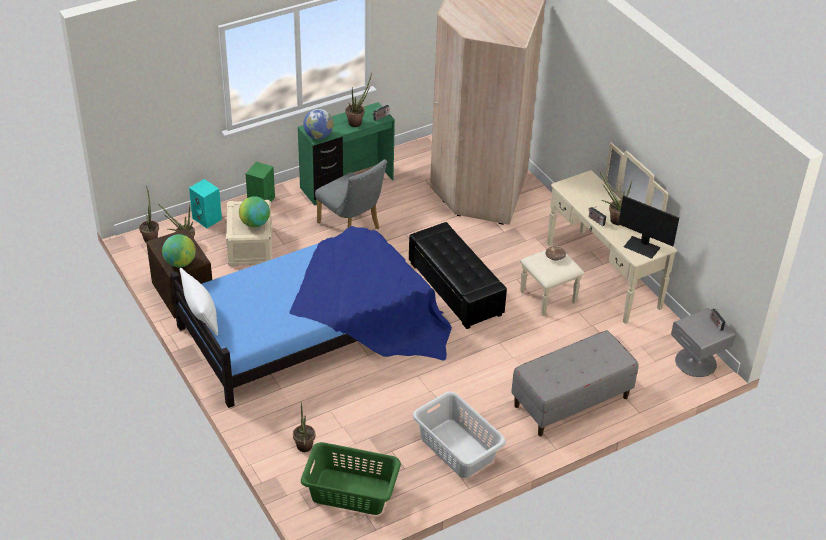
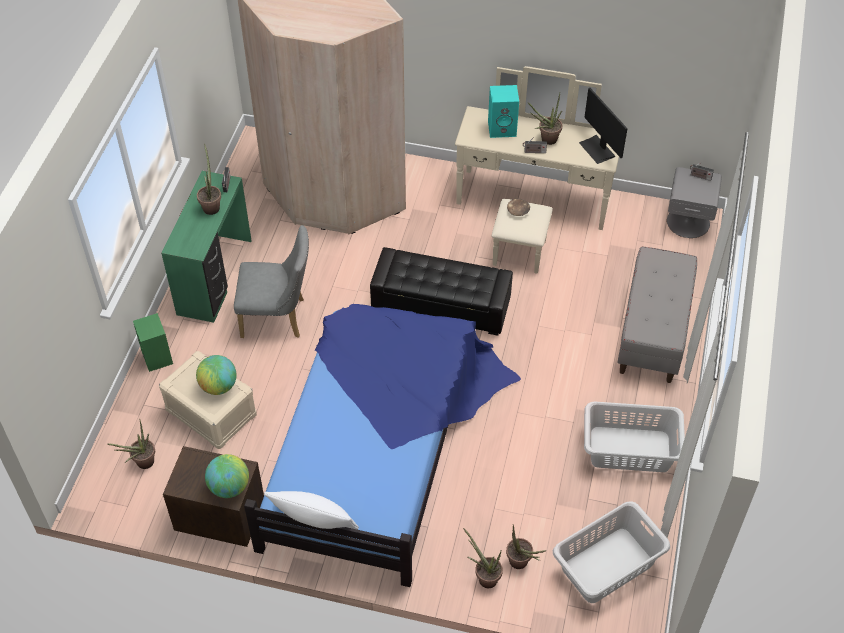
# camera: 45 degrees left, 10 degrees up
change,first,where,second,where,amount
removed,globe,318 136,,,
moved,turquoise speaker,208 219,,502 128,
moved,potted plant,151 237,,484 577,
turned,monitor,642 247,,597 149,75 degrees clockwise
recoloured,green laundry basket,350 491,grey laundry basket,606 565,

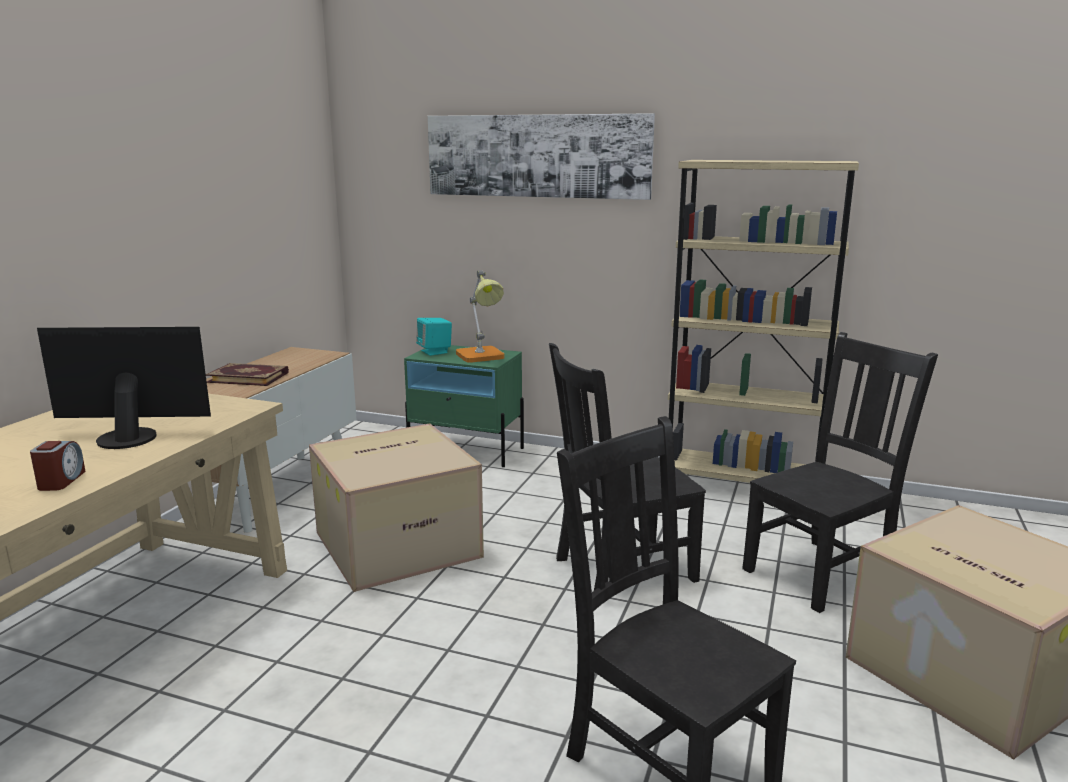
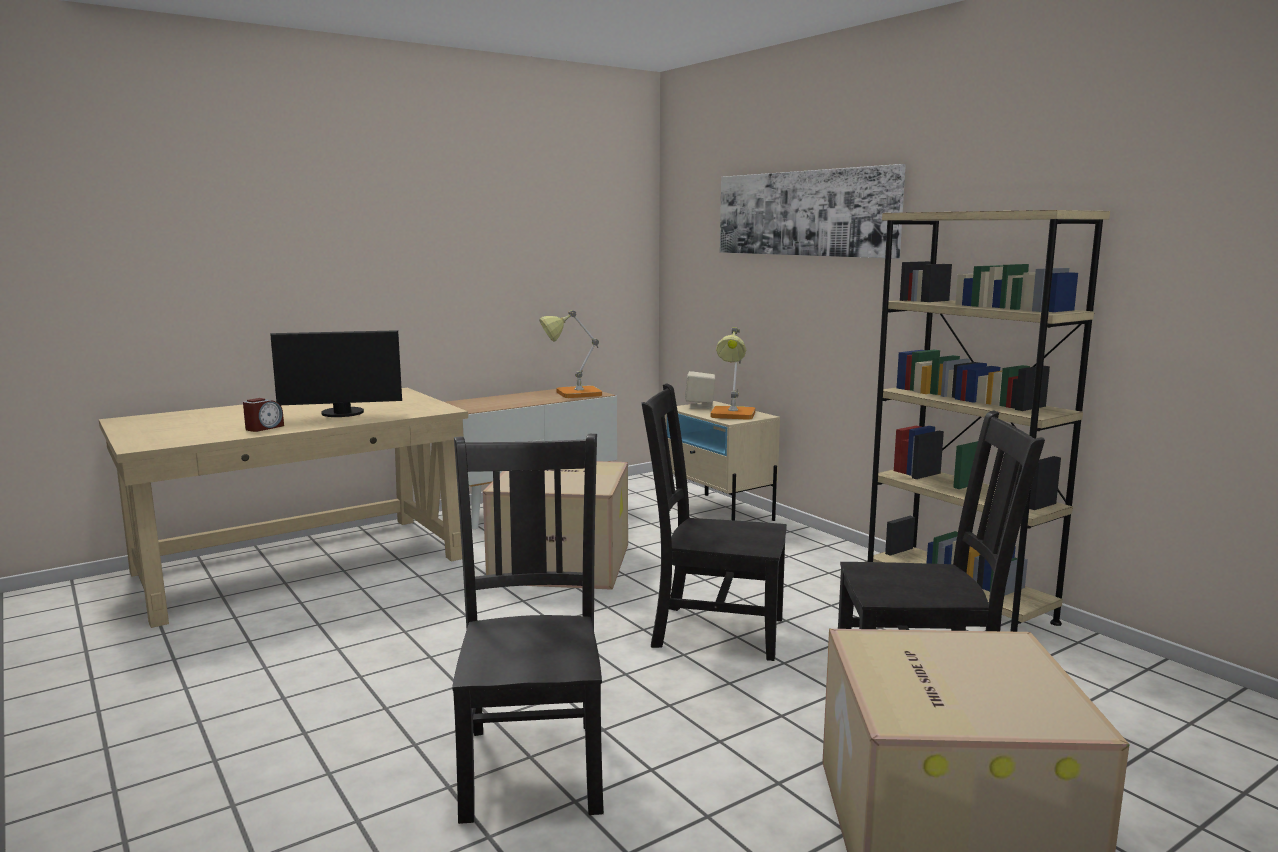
# camera: 35 degrees right, 5 degrees down
change,first,where,second,where,amount
recoloured,turquoise speaker,434 351,beige speaker,700 406,
turned,monitor,129 436,,342 414,135 degrees clockwise
recoloured,green nightstand,466 450,beige nightstand,719 511,
removed,book,249 377,,,
added,,,table lamp,572 394,

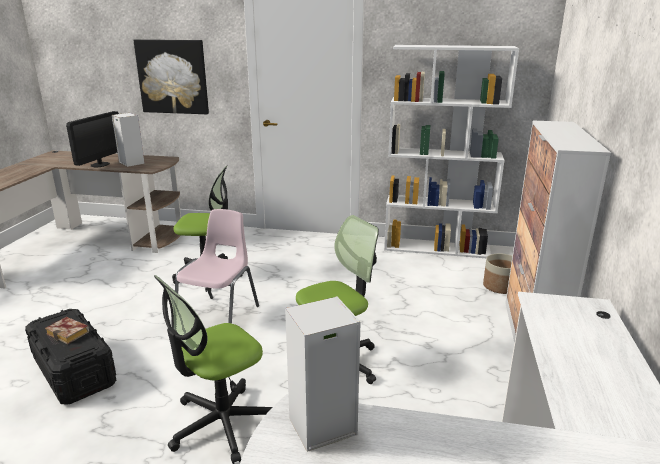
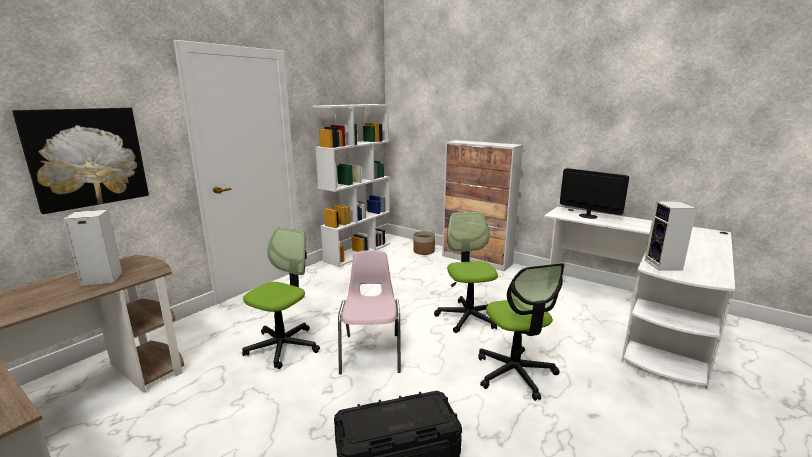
# camera: 65 degrees left, 5 degrees down
change,first,where,second,where,amount
moved,monitor,100 164,,588 216,
turned,pink chair,220 318,,371 352,45 degrees clockwise
removed,book,70 333,,,

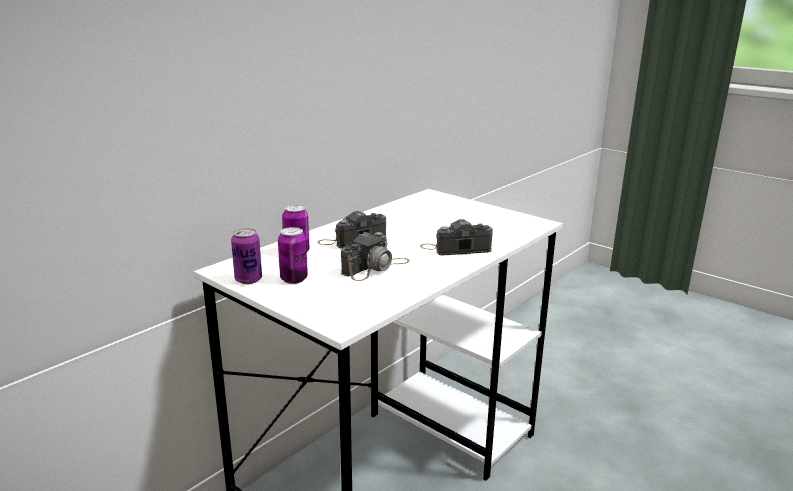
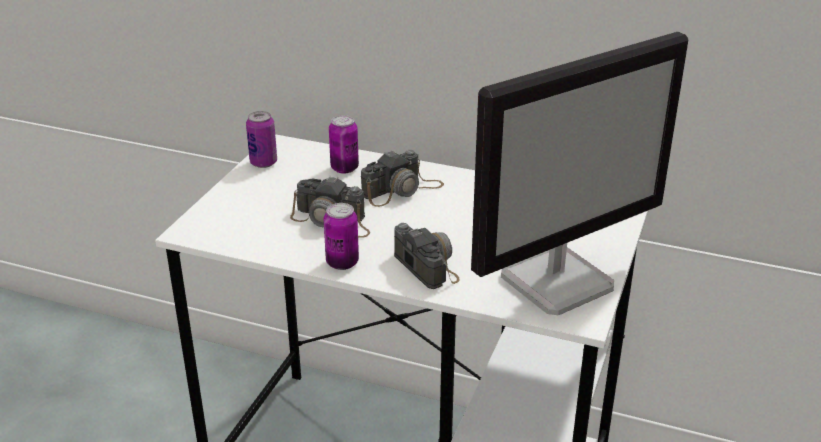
# camera: 70 degrees right, 10 degrees up
change,first,where,second,where,amount
turned,photo camera,352 240,,402 190,105 degrees clockwise
moved,can,294 279,,342 263,
added,,,monitor,558 281,

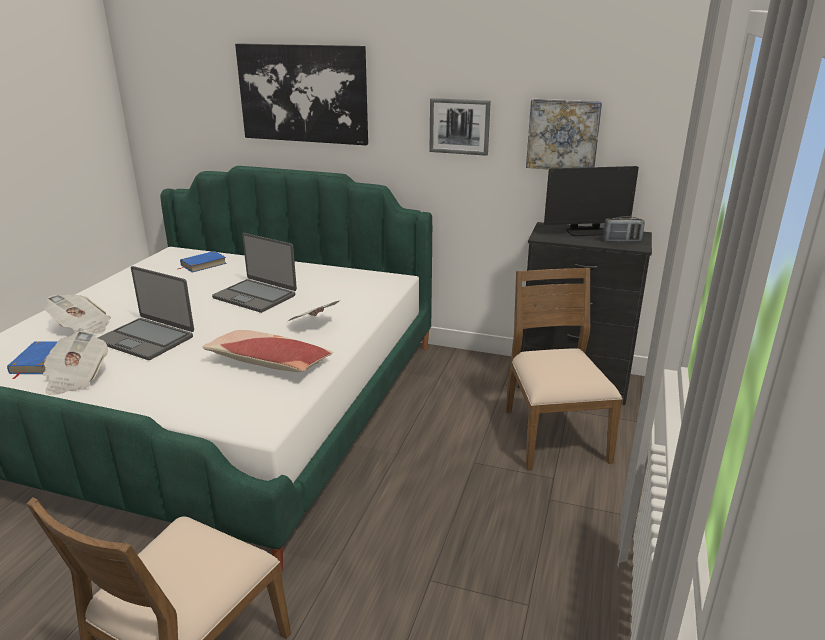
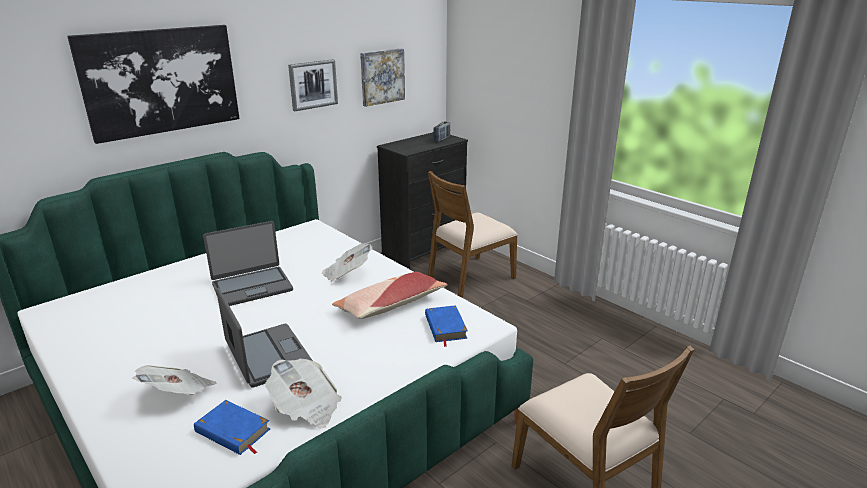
# camera: 60 degrees left, 0 degrees up
change,first,where,second,where,amount
removed,monitor,585 232,,,
moved,blue book,203 264,,445 327,
turned,laptop,146 339,,268 356,90 degrees counterclockwise
turned,brown chair,553 434,,470 277,60 degrees counterclockwise

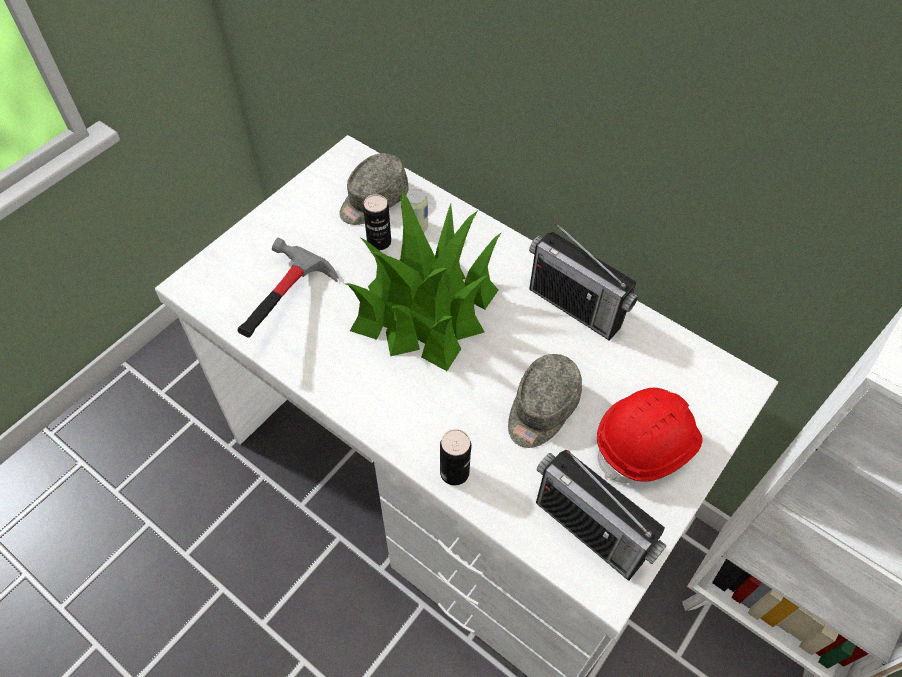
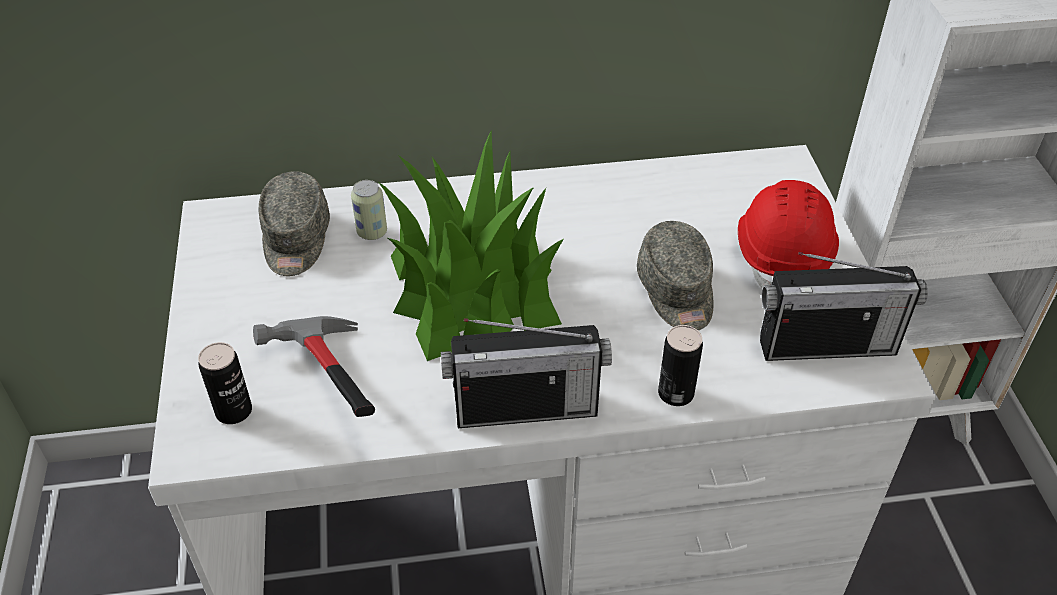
# camera: 45 degrees left, 10 degrees down
change,first,where,second,where,amount
moved,can,379 242,,234 411,
moved,radio,575 307,,526 408,

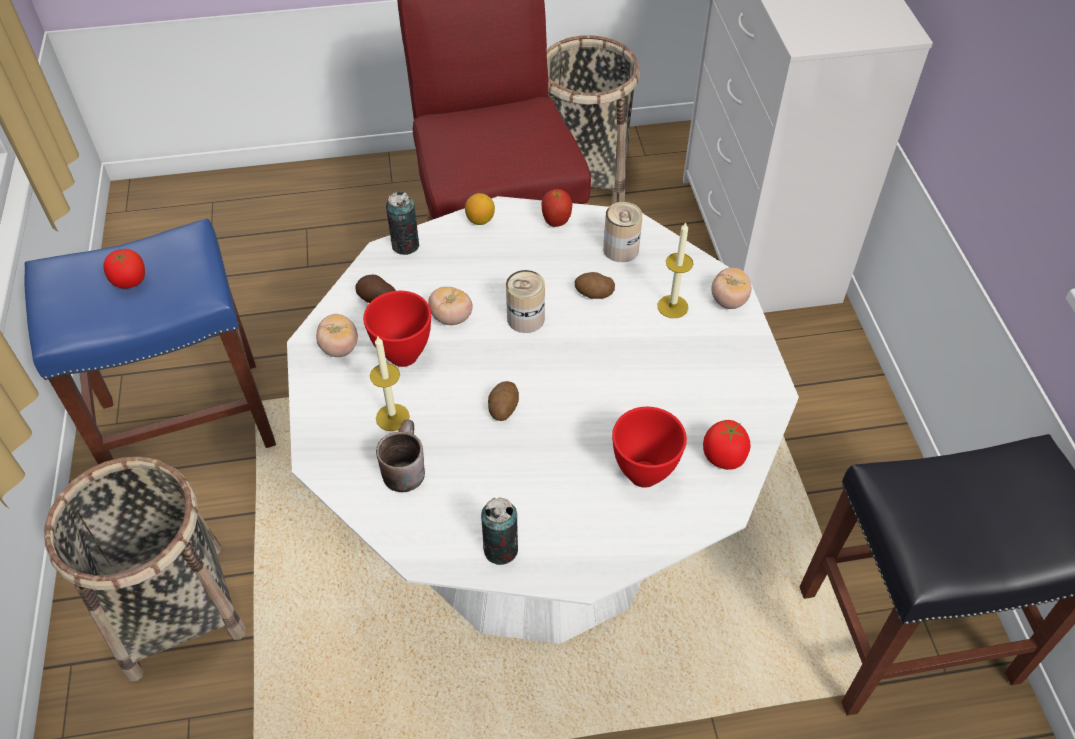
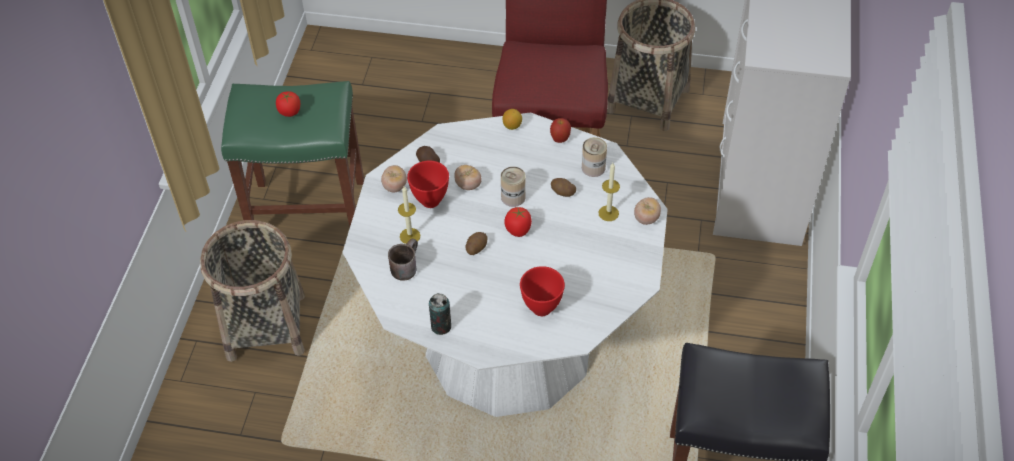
# camera: 20 degrees right, 0 degrees up
change,first,where,second,where,amount
removed,can,405 245,,,
recoloured,blue stool,190 421,green stool,310 210,
moved,tomato,724 457,,518 230,

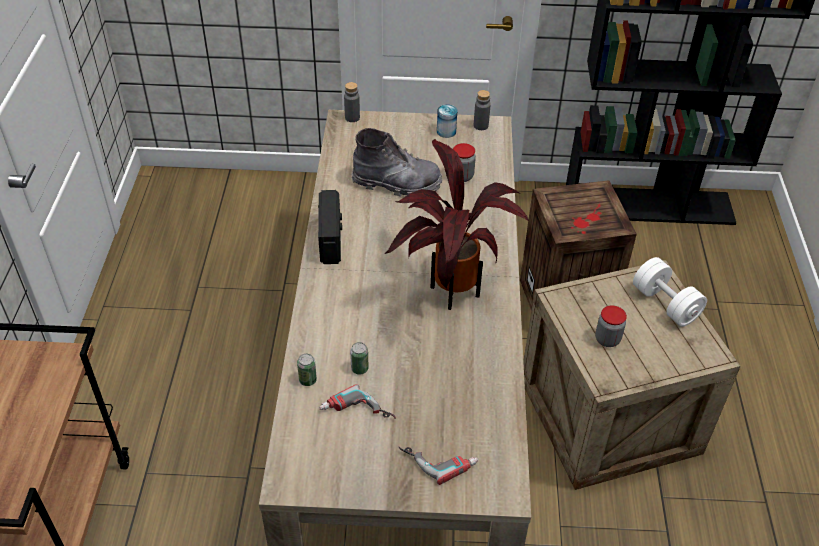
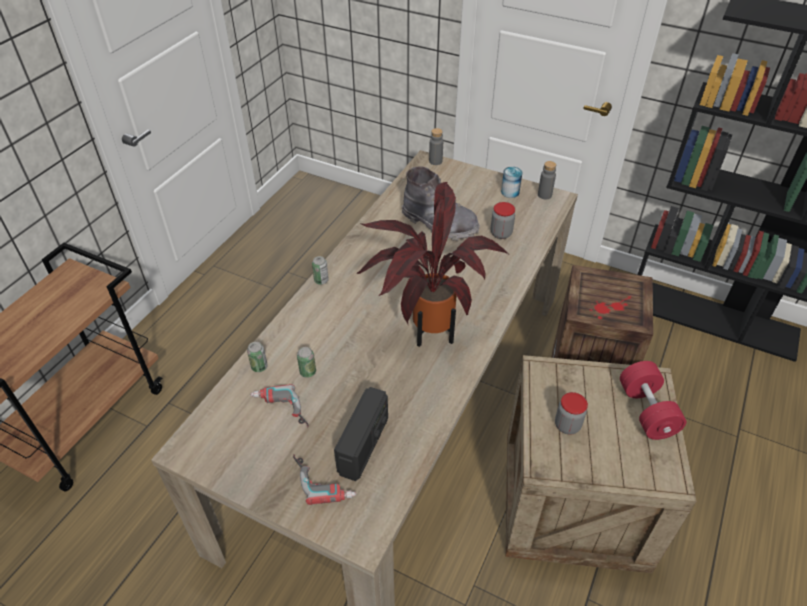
# camera: 25 degrees right, 0 degrees up
change,first,where,second,where,amount
moved,radio,331 240,,364 445,
recoloured,white dumbbell,665 304,red dumbbell,646 411,
added,,,can,321 280,

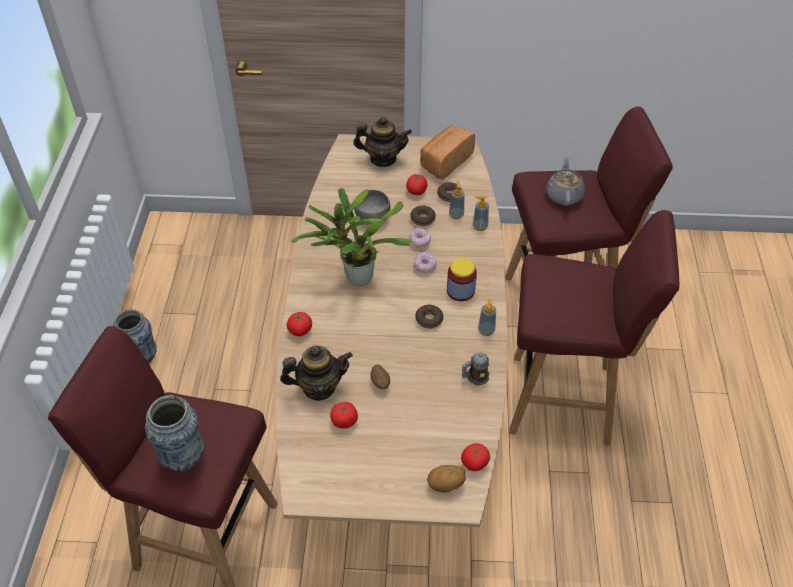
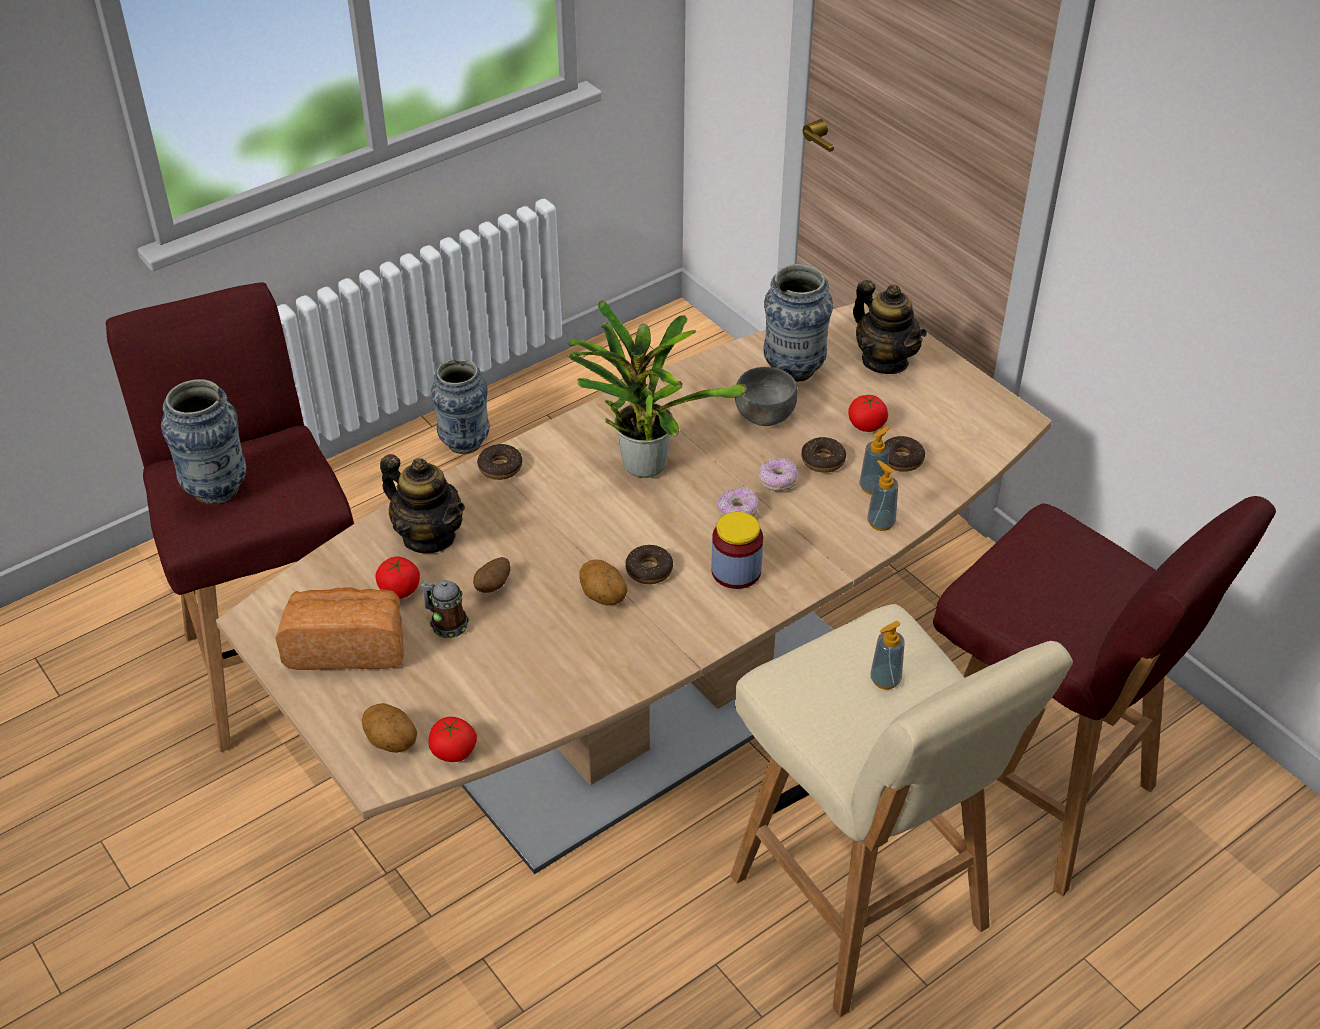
# camera: 50 degrees right, 5 degrees down
change,first,where,second,where,amount
moved,bread,445 161,,347 646,
removed,grey teapot,564 195,,,
recoloured,red stool,564 400,beige stool,861 907,
moved,soap dispenser,486 330,,885 680,
replaced,tomato,300 330,donut,500 467,
moved,mug,475 377,,446 623,
added,,,vase,793 370,
added,,,potato,602 597,

